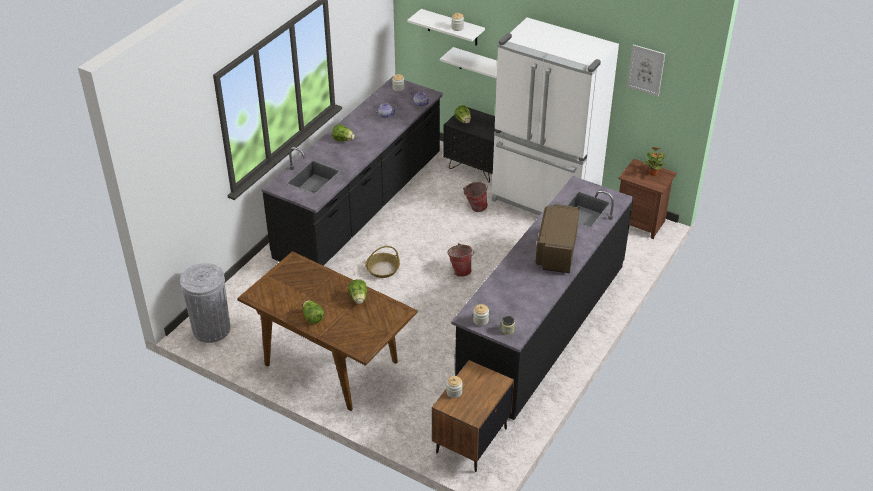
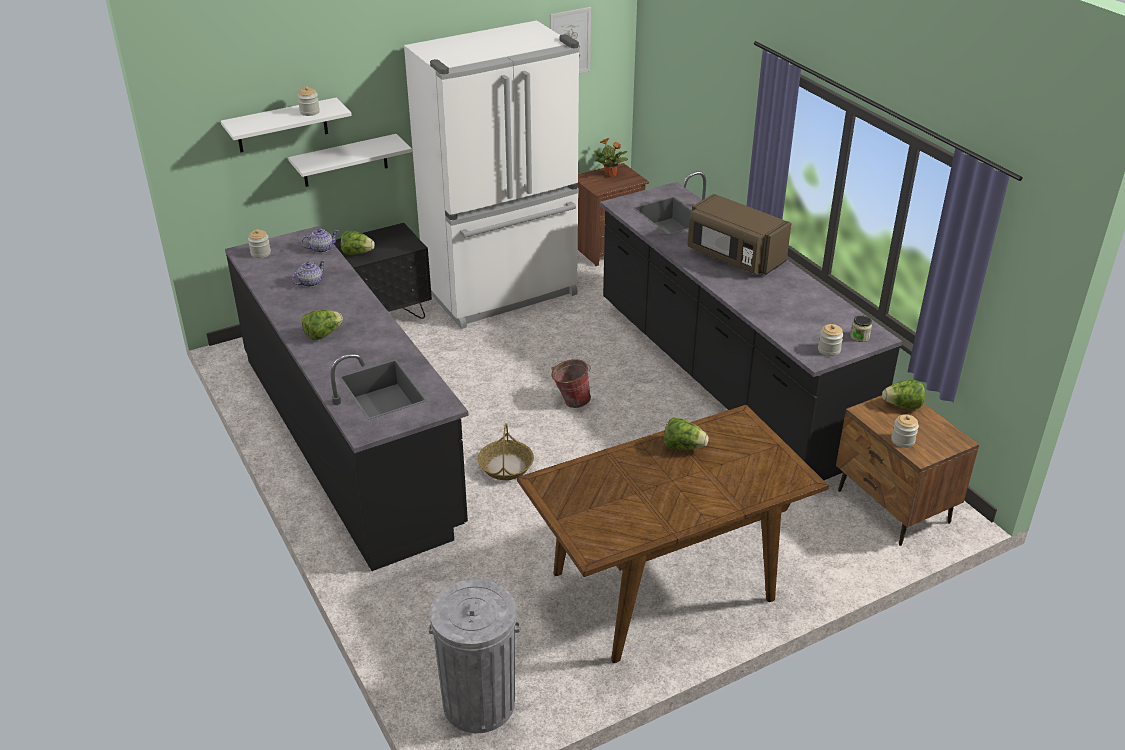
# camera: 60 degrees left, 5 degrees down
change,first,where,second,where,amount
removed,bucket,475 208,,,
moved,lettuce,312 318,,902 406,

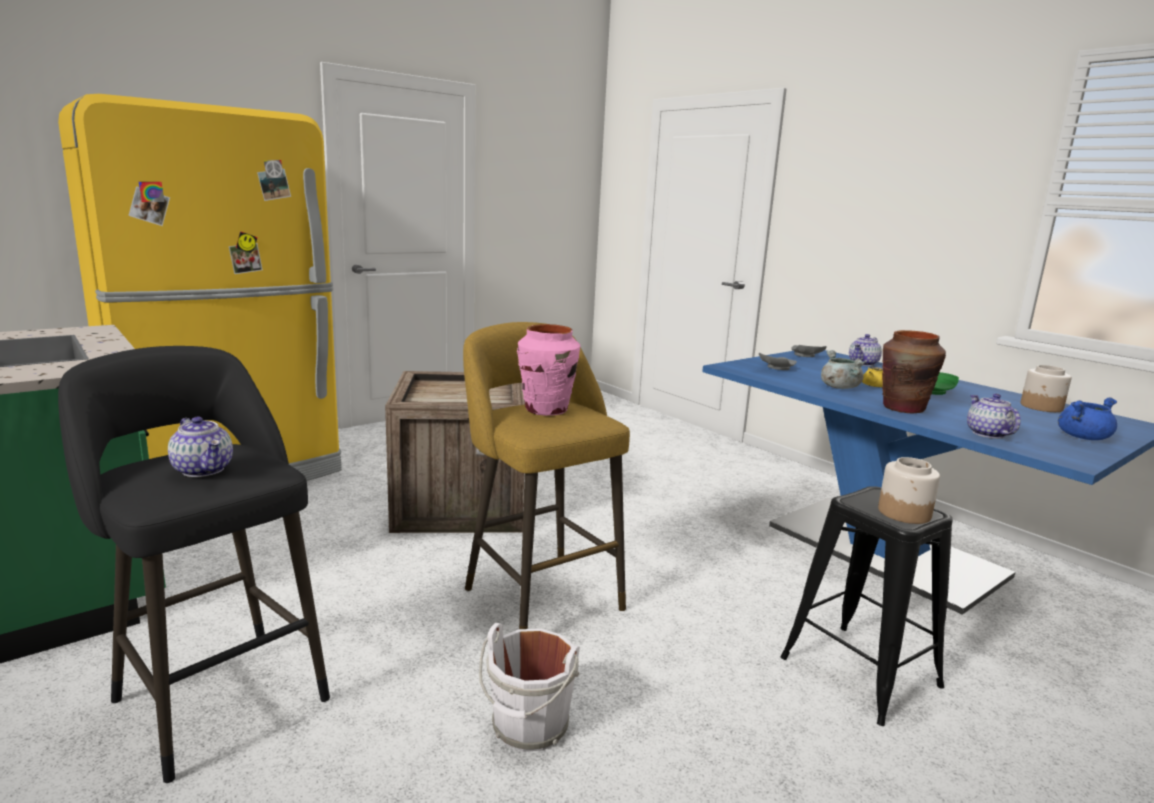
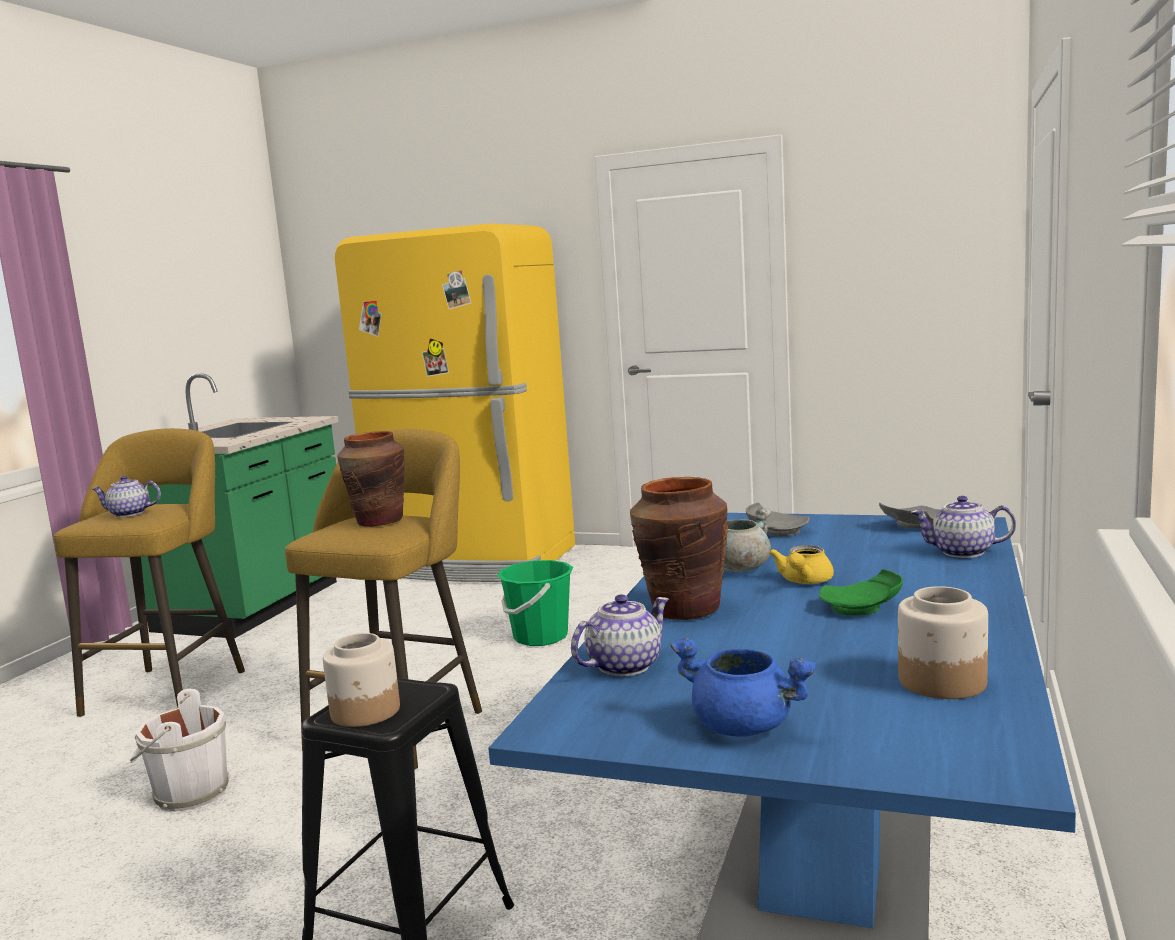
# camera: 60 degrees right, 5 degrees down
change,first,where,second,where,amount
recoloured,pink vase,546 410,brown vase,379 521,
recoloured,black stool,216 693,yellow stool,170 689,
replaced,crate,462 503,green bucket,540 637,
turned,teapot,204 470,,129 514,75 degrees clockwise

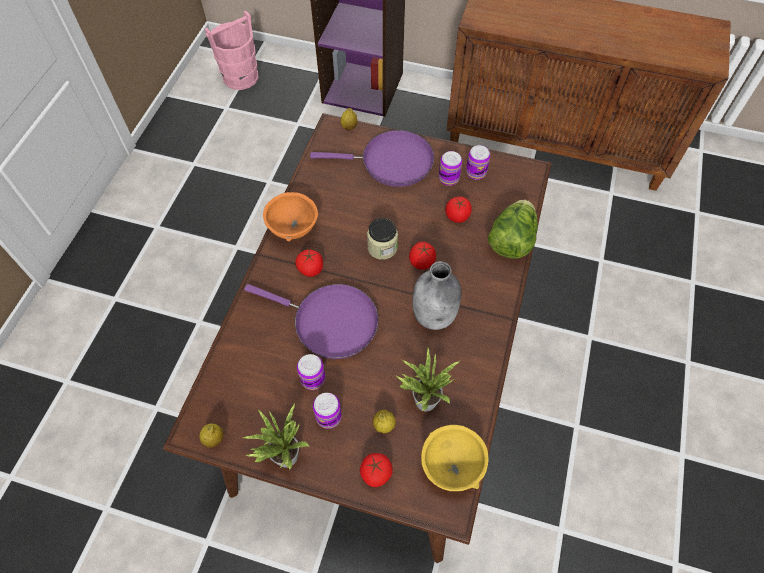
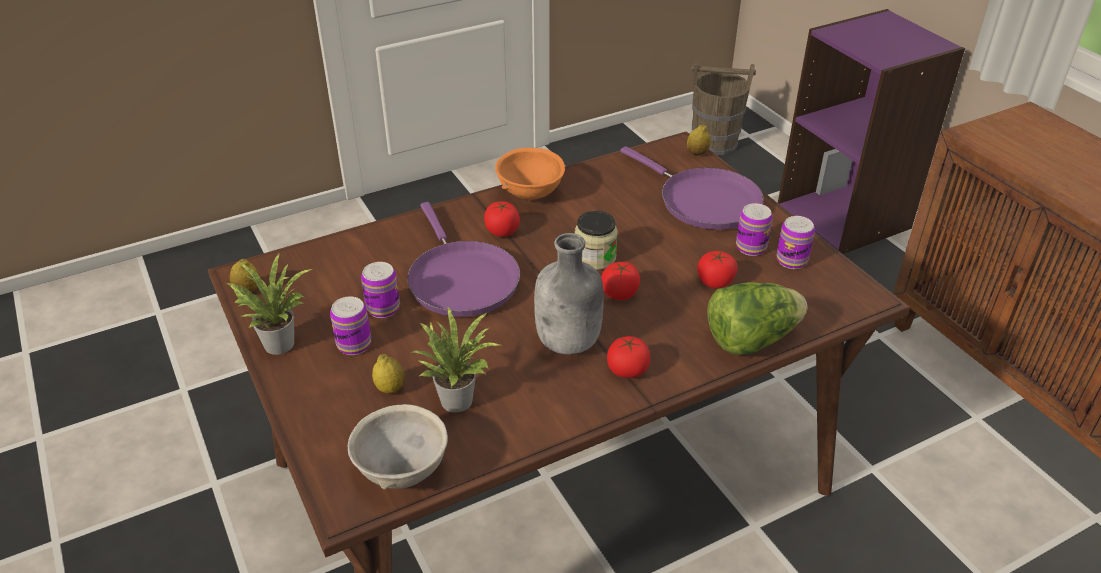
# camera: 45 degrees right, 20 degrees down
change,first,where,second,where,amount
recoloured,pink bucket,240 77,brown bucket,713 143,
recoloured,yellow bowl,451 466,grey bowl,401 471,
moved,tomato,376 473,,627 370,

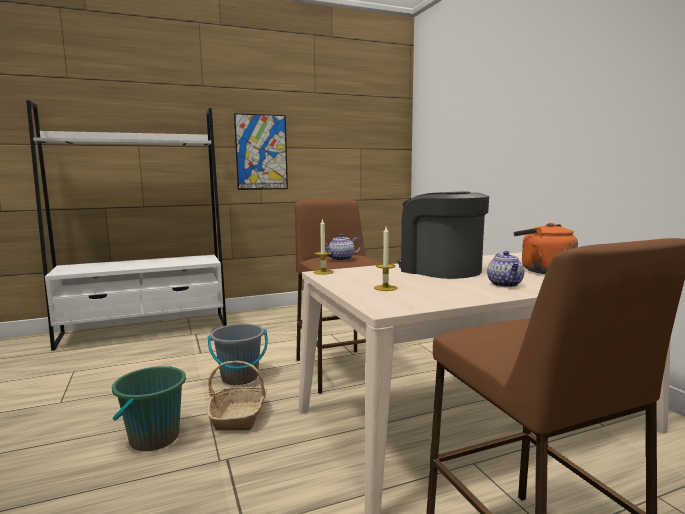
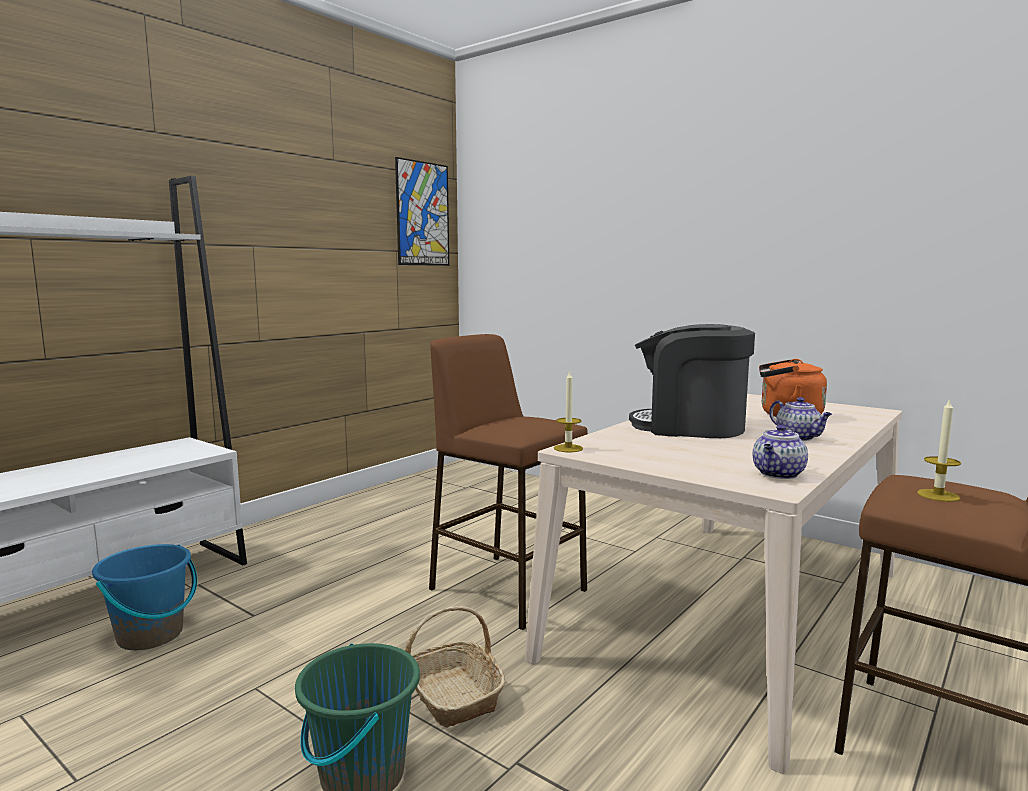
# camera: 30 degrees left, 0 degrees up
change,first,where,second,where,amount
moved,picture,261 152,,422 214,
moved,candle,385 288,,938 495,
moved,teapot,341 259,,778 474,
removed,grey bucket,239 377,,,
added,,,blue bucket,150 635,

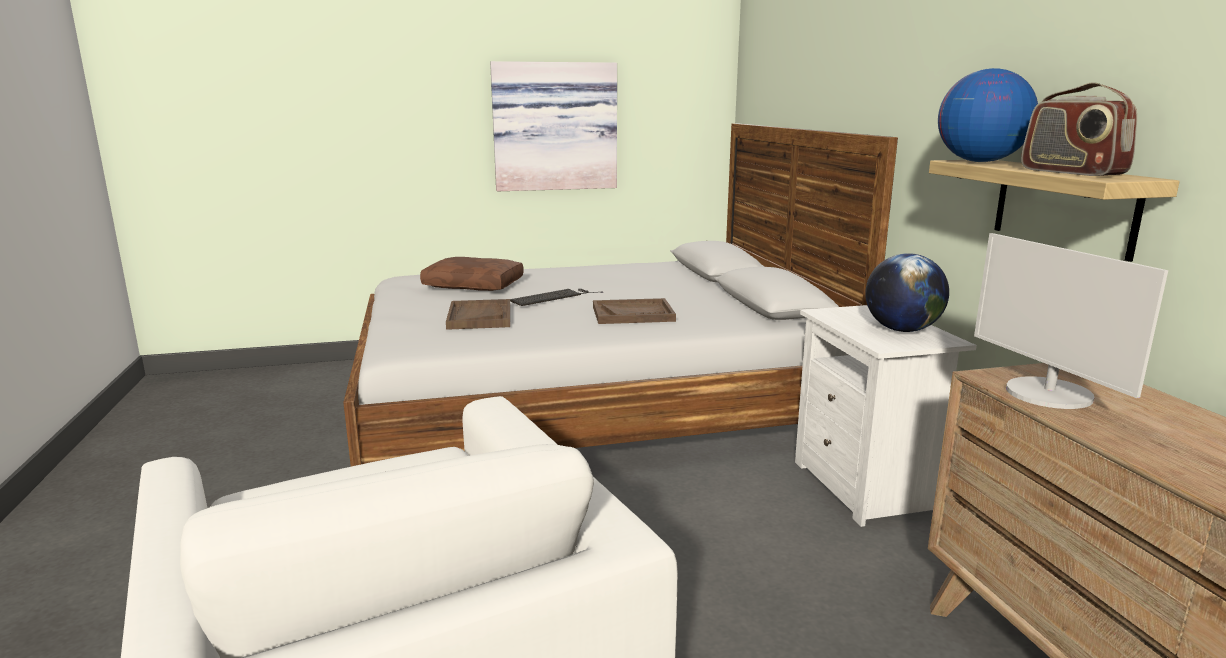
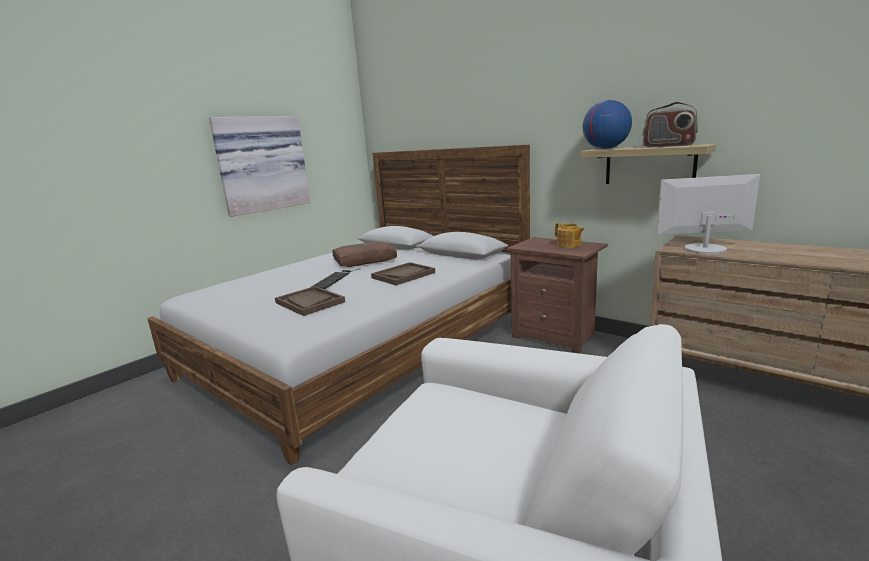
# camera: 35 degrees left, 0 degrees up
change,first,where,second,where,amount
turned,monitor,1048 394,,704 249,150 degrees clockwise
replaced,globe,902 330,teapot,568 245,
moved,brown pillow,475 285,,365 261,
recoloured,white nightstand,865 487,brown nightstand,556 336,

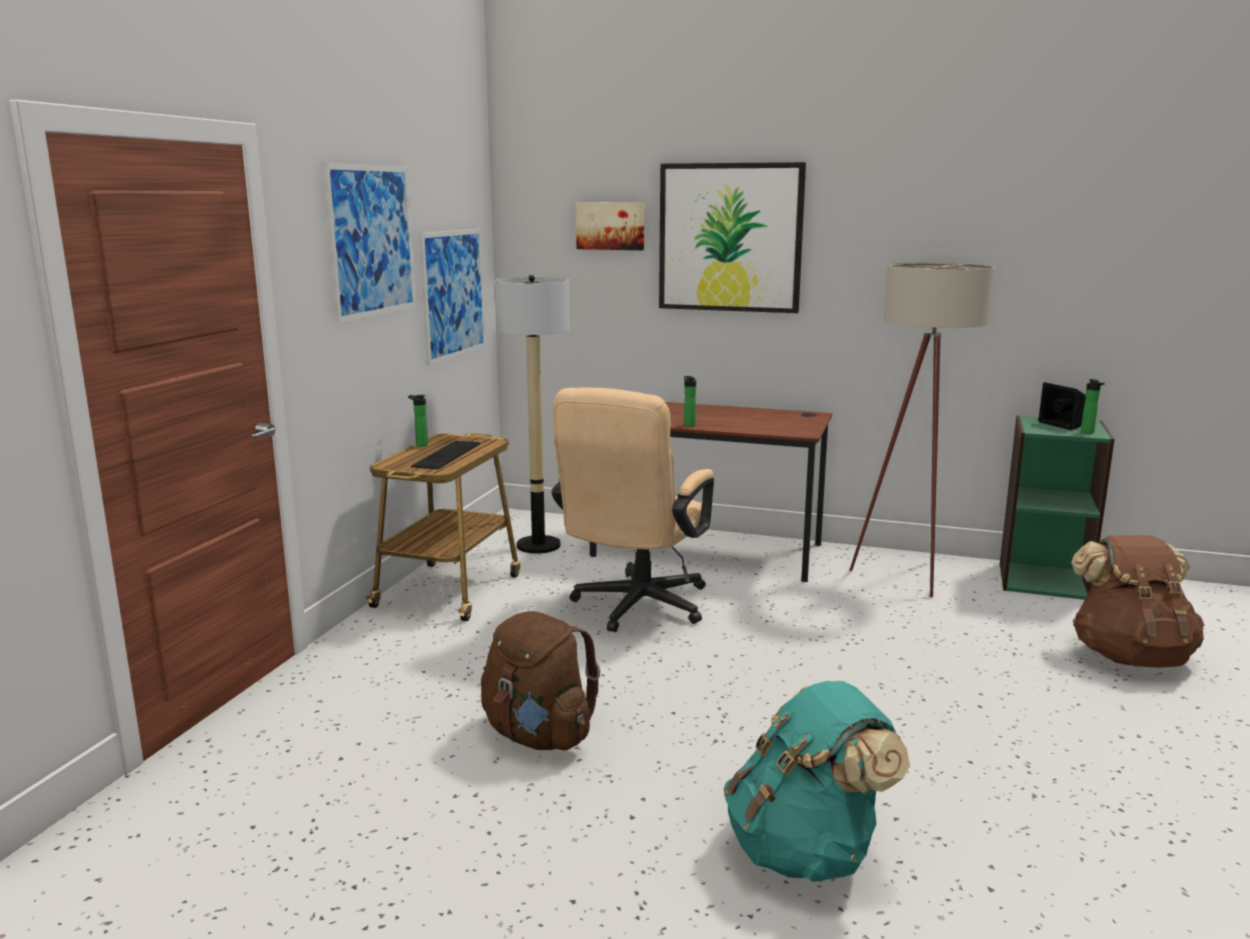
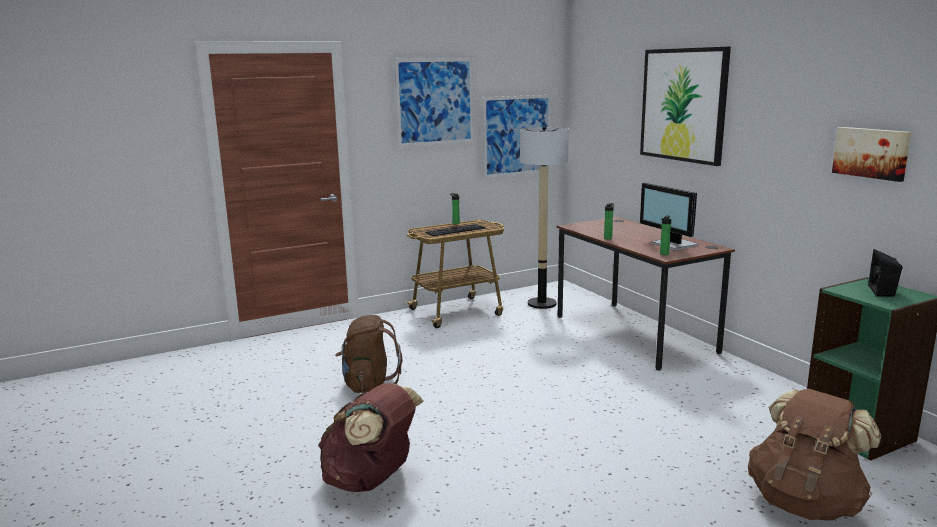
# camera: 45 degrees right, 0 degrees up
change,first,where,second,where,amount
moved,picture,610 226,,871 153,
removed,beige floor lamp,911 573,,,
moved,bottle,1088 432,,663 254,
removed,beige office chair,635 609,,,
recoloured,turquoise backpack,806 851,brown backpack,371 480,
added,,,monitor,673 245,

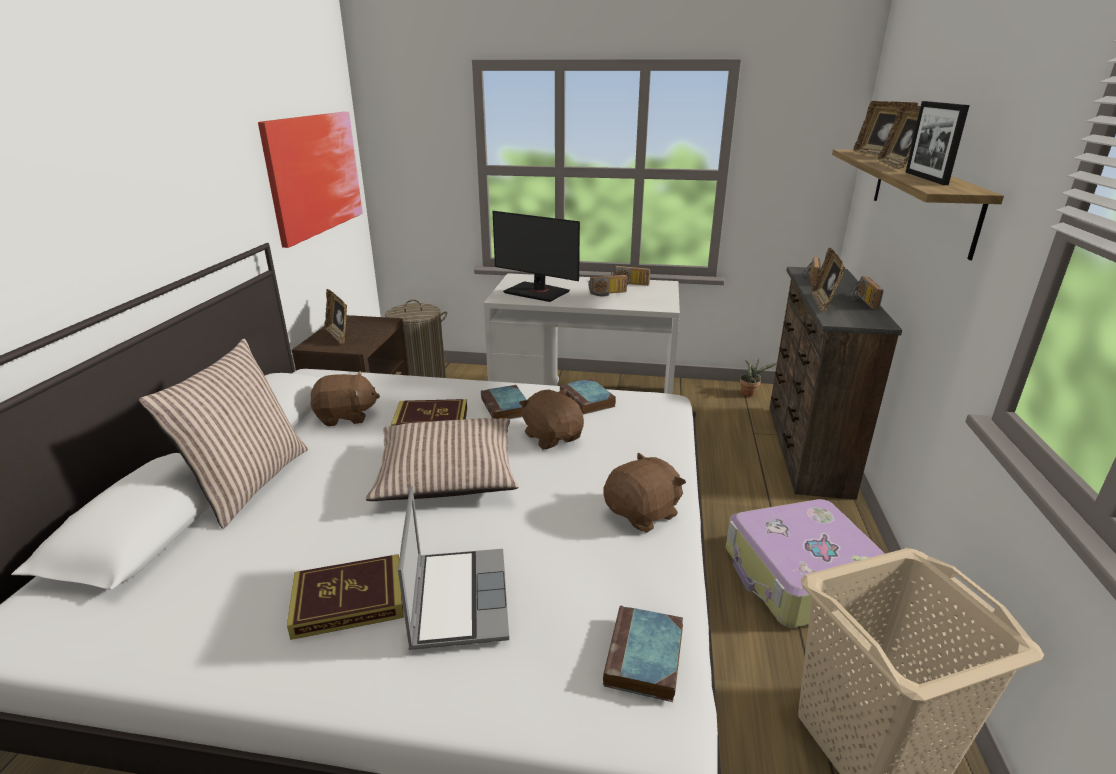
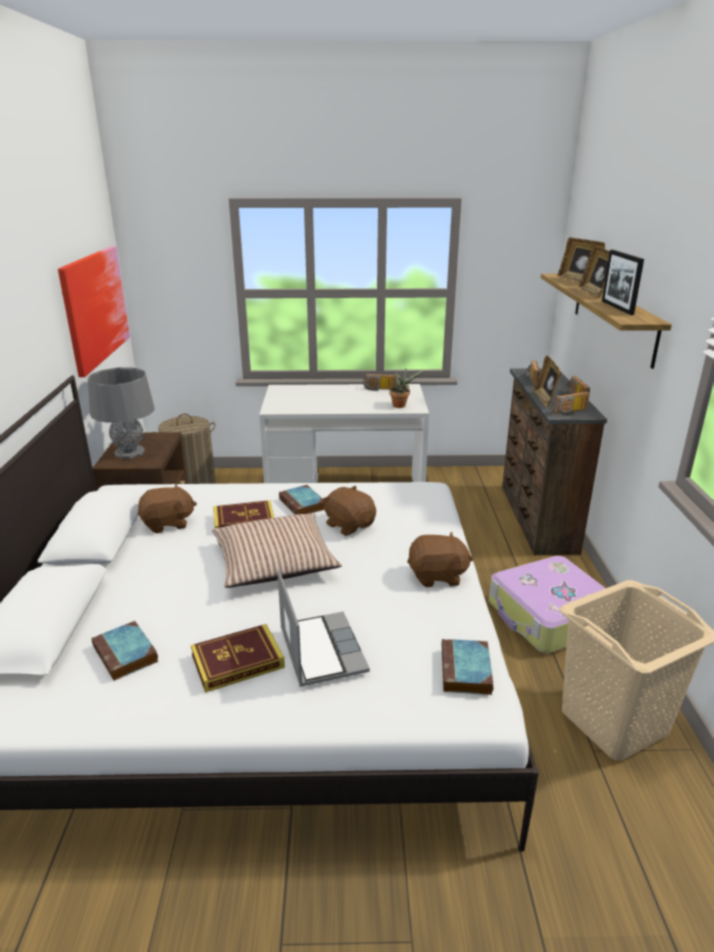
# camera: 10 degrees left, 0 degrees up
change,first,where,second,where,amount
removed,monitor,537 292,,,
moved,radio,608 294,,571 412,
replaced,picture frame,339 336,grey table lamp,130 452,
removed,pillow,248 482,,,
moved,potted plant,750 393,,401 405,
moved,book,588 400,,126 655,
turned,brown plush toy,643 514,,437 576,45 degrees clockwise

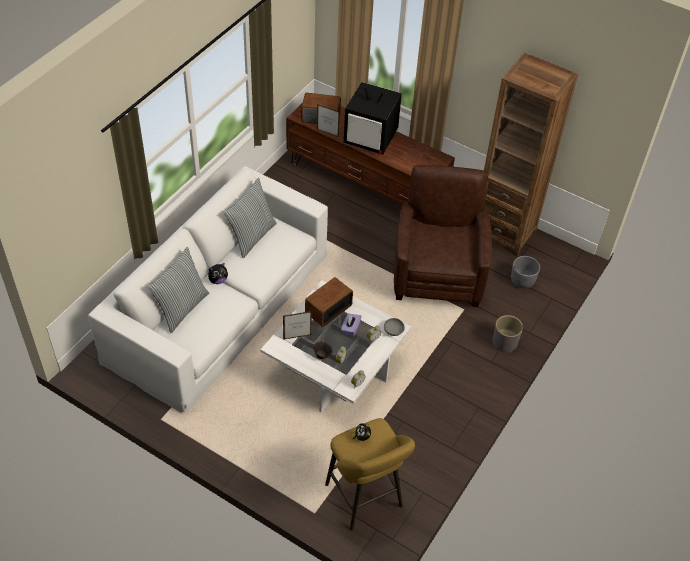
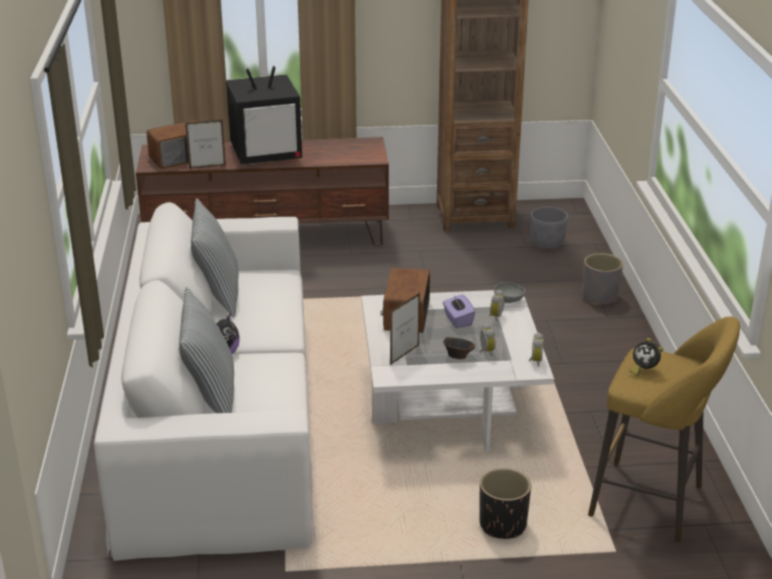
# camera: 35 degrees left, 20 degrees down
change,first,where,second,where,amount
removed,brown armchair,437 273,,,
added,,,black planter,502 525,

